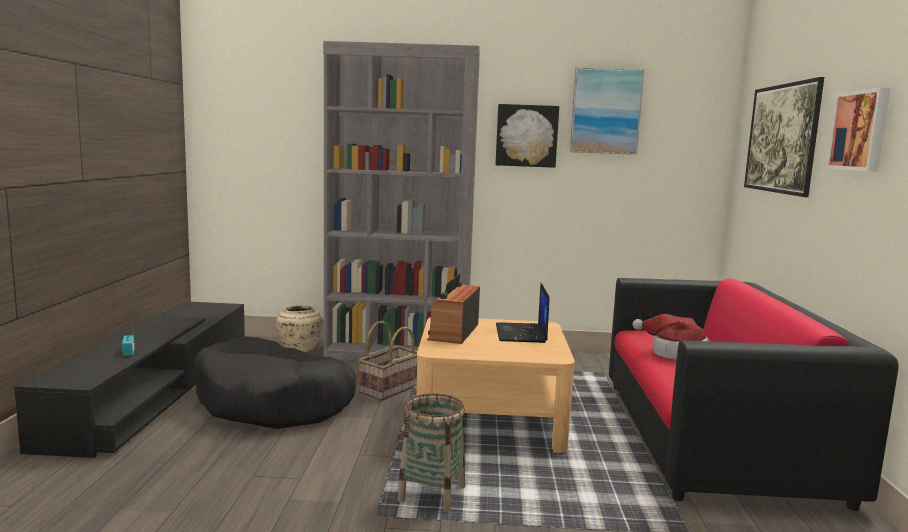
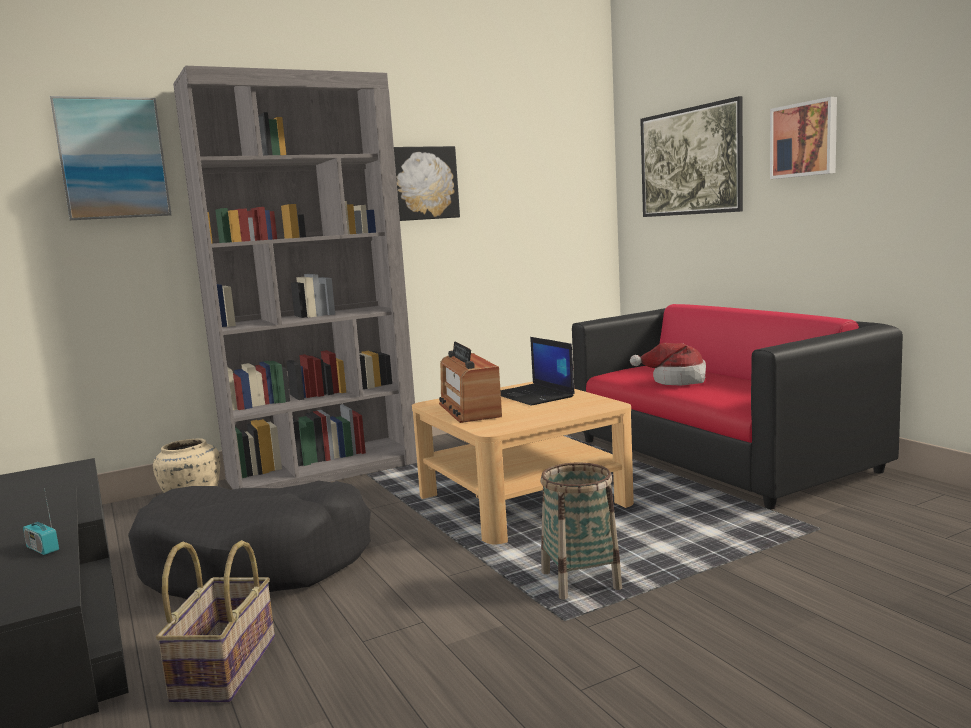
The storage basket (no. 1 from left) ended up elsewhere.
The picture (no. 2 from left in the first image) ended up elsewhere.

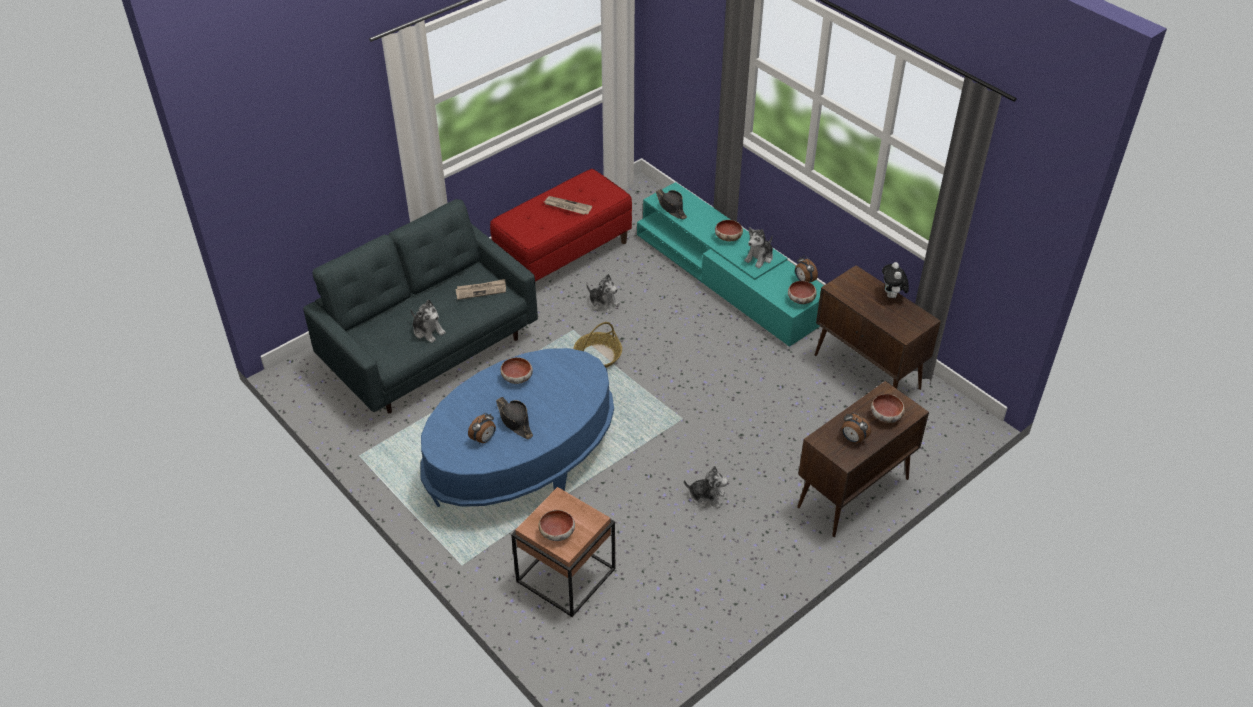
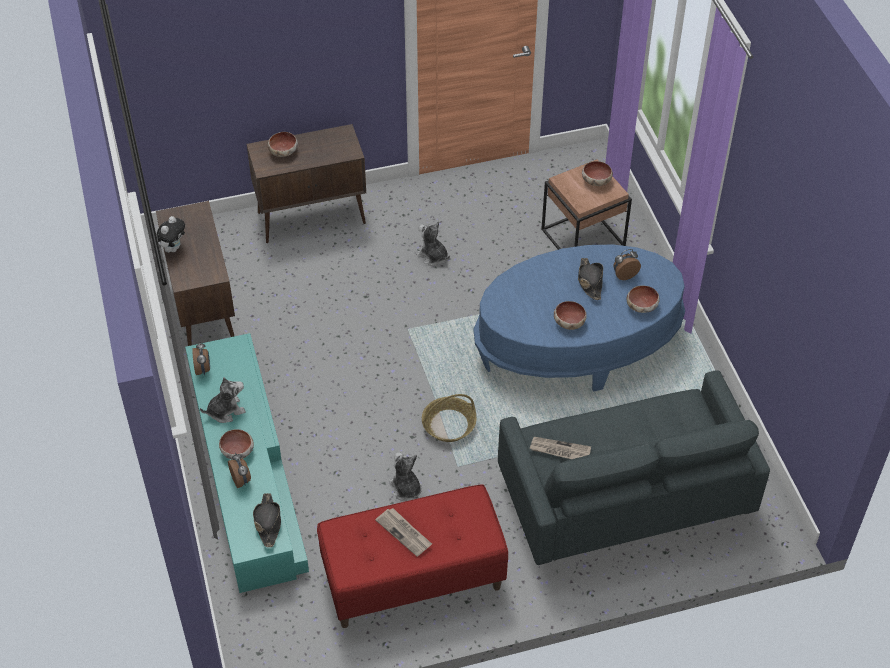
The second view lost the cuddly toy (no. 1 from left).
The serving bowl (no. 4 from left in the first image) ended up elsewhere.
The table clock (no. 3 from left in the first image) ended up elsewhere.

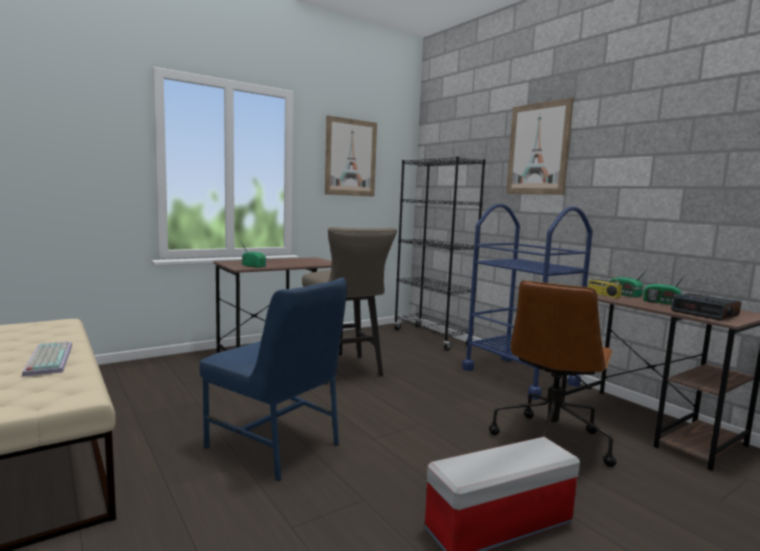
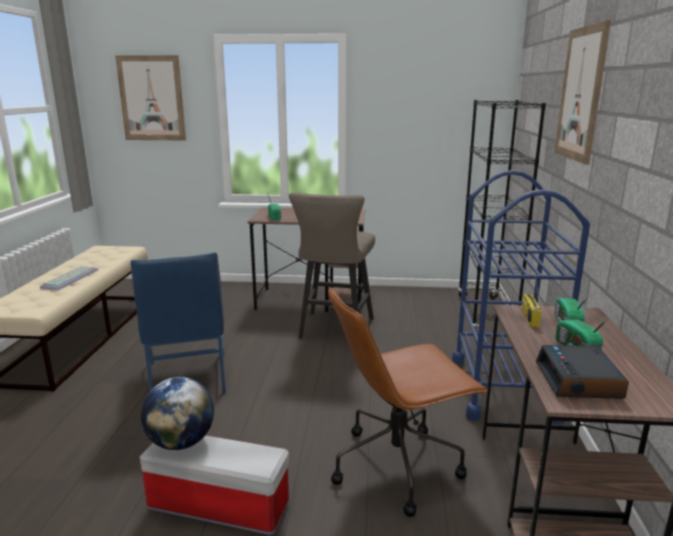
The second view gained the desk globe.
The picture (no. 1 from left) ended up elsewhere.

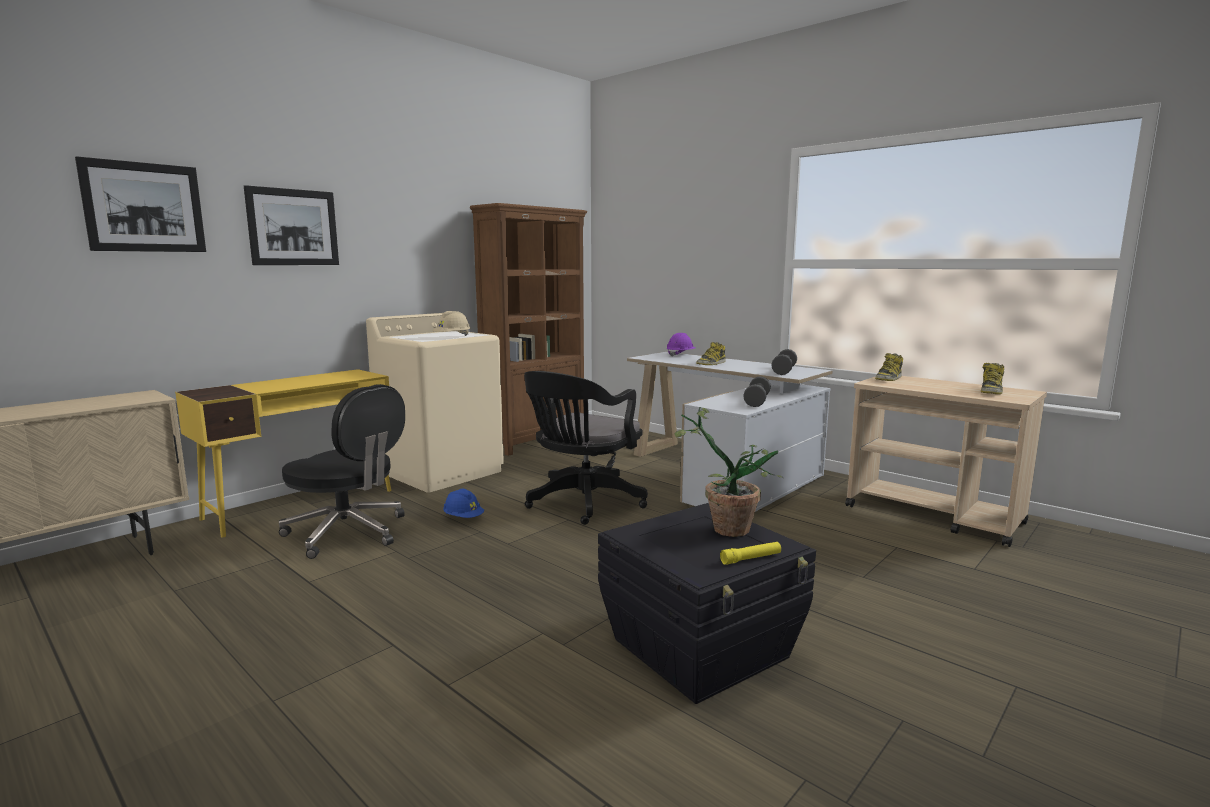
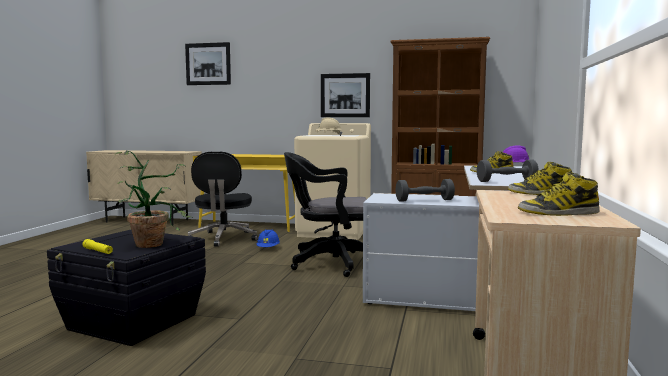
The picture (no. 2 from left) ended up elsewhere.

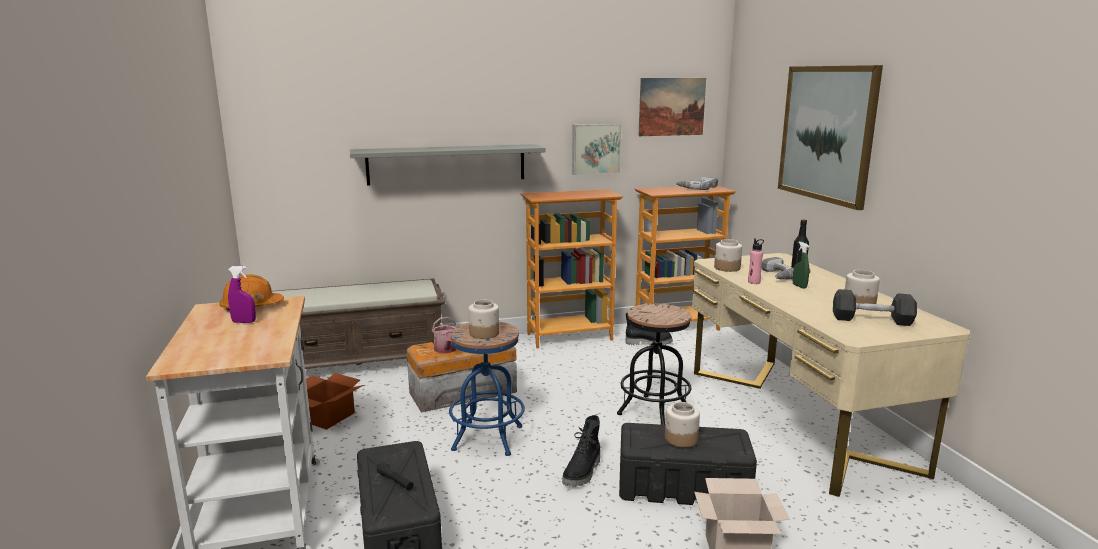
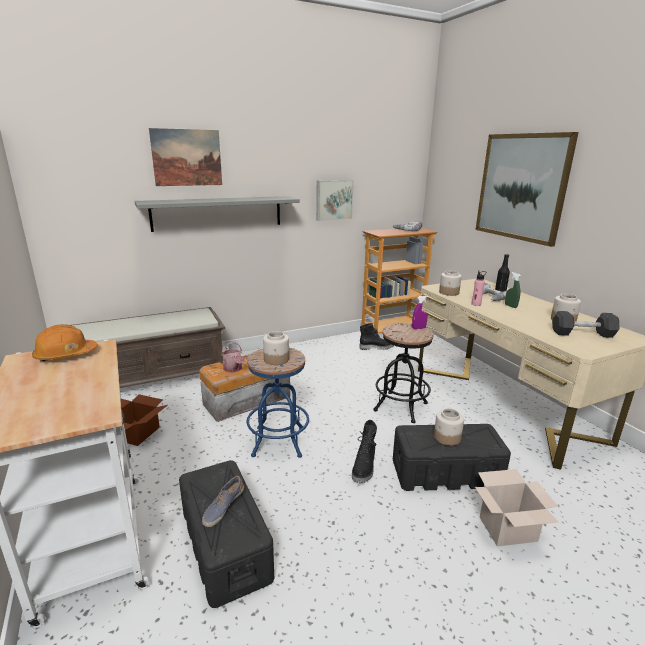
The second view lost the bookcase (no. 1 from left).
The purplish sprayer ended up elsewhere.
The picture (no. 2 from left in the first image) ended up elsewhere.
Where the black torch stood, the item of footwear came to stand.

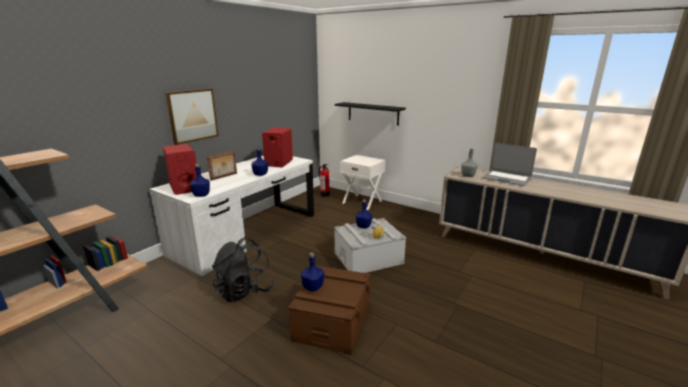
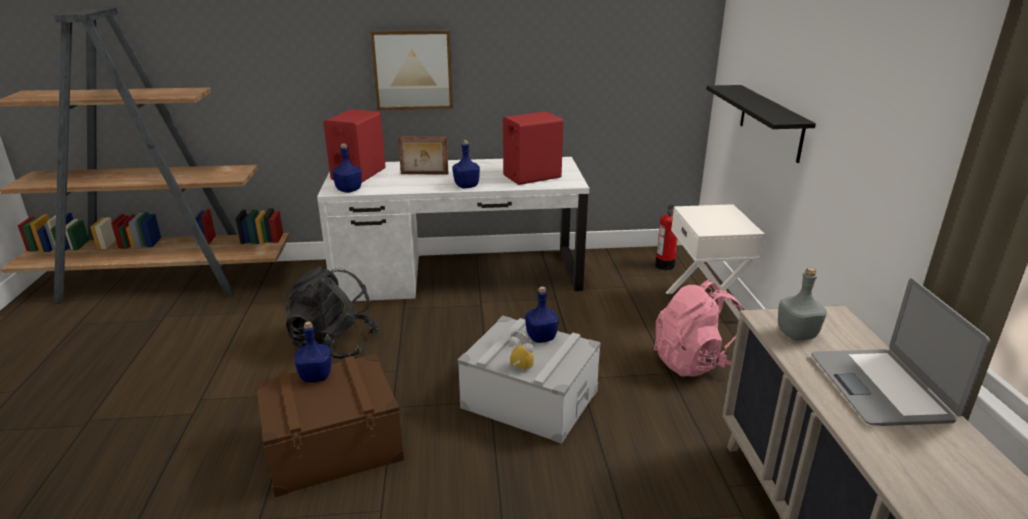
The second view gained the pink backpack.

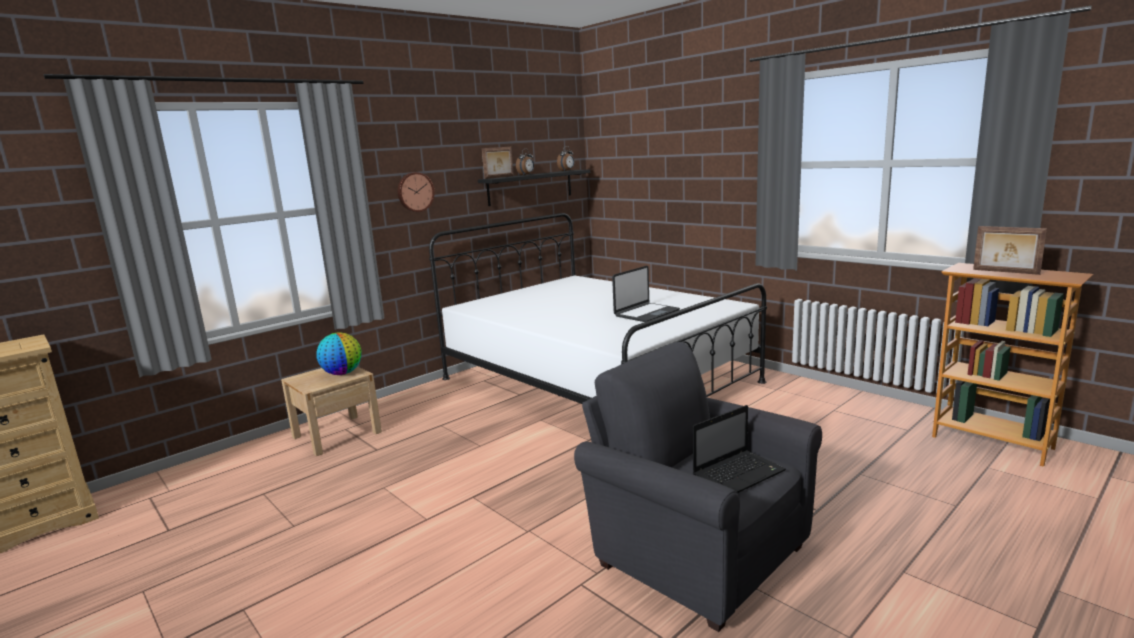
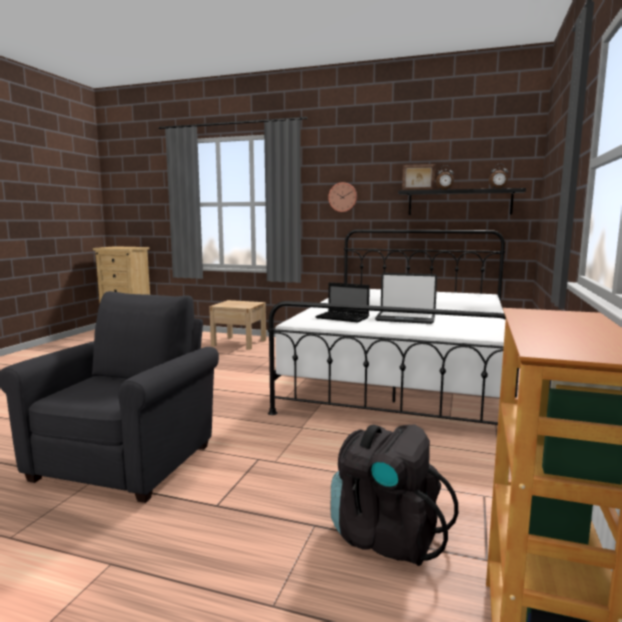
The second view lost the desk globe.
The second view lost the picture frame (no. 2 from left).
The second view gained the black backpack.
The laptop (no. 2 from left in the first image) ended up elsewhere.

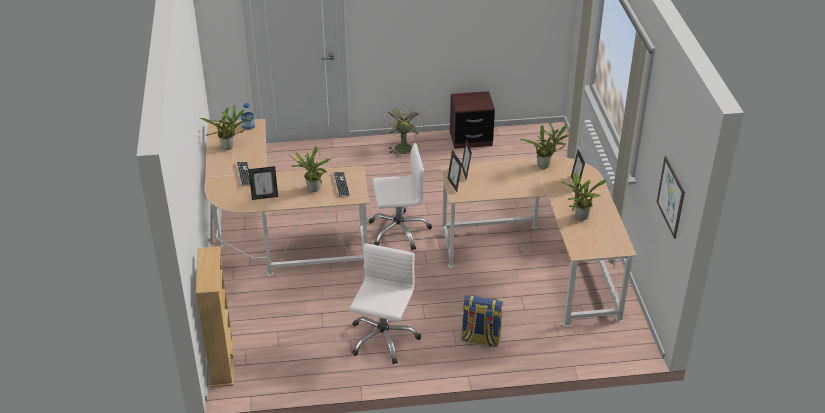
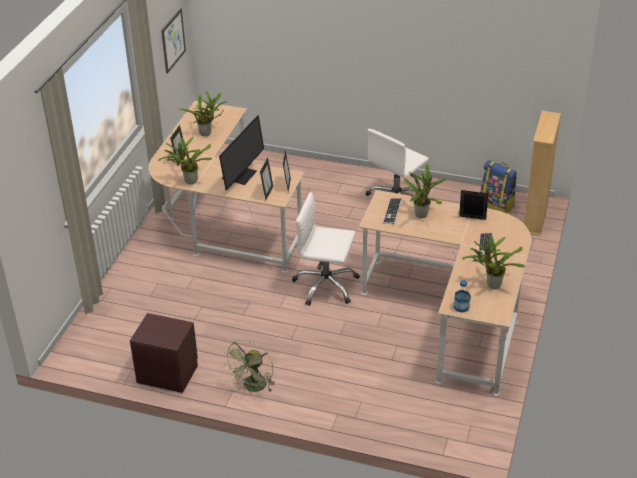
The second view gained the computer display.
The backpack ended up elsewhere.

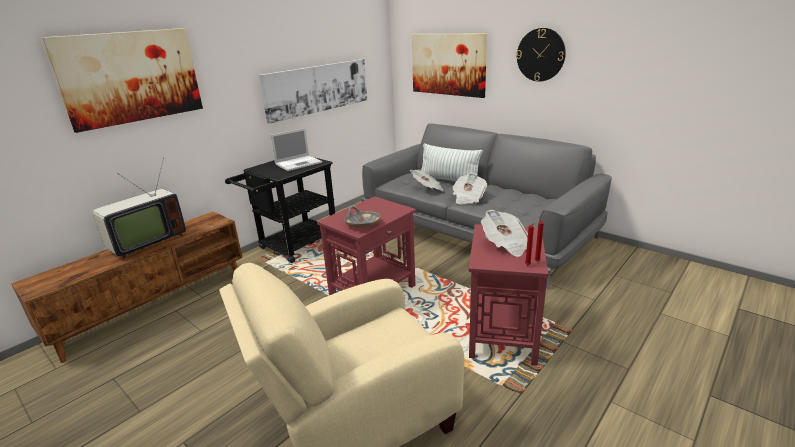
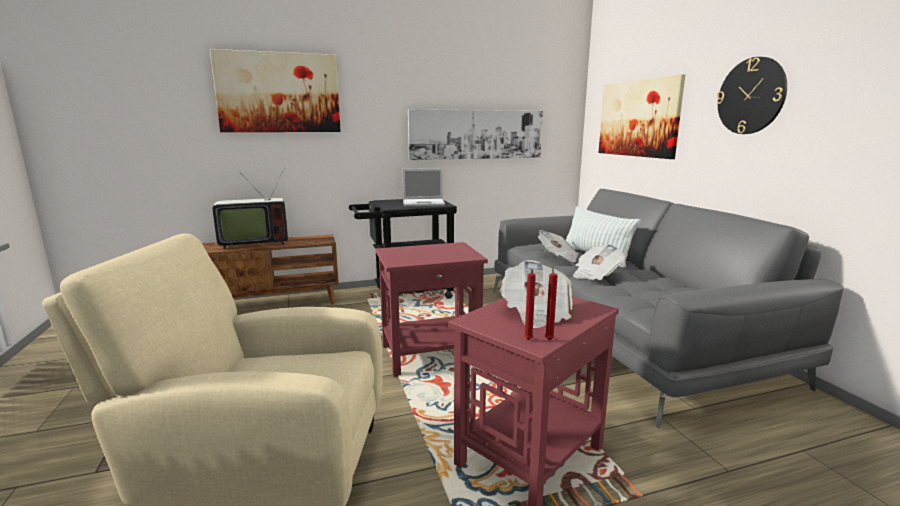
The second view lost the grey serving bowl.

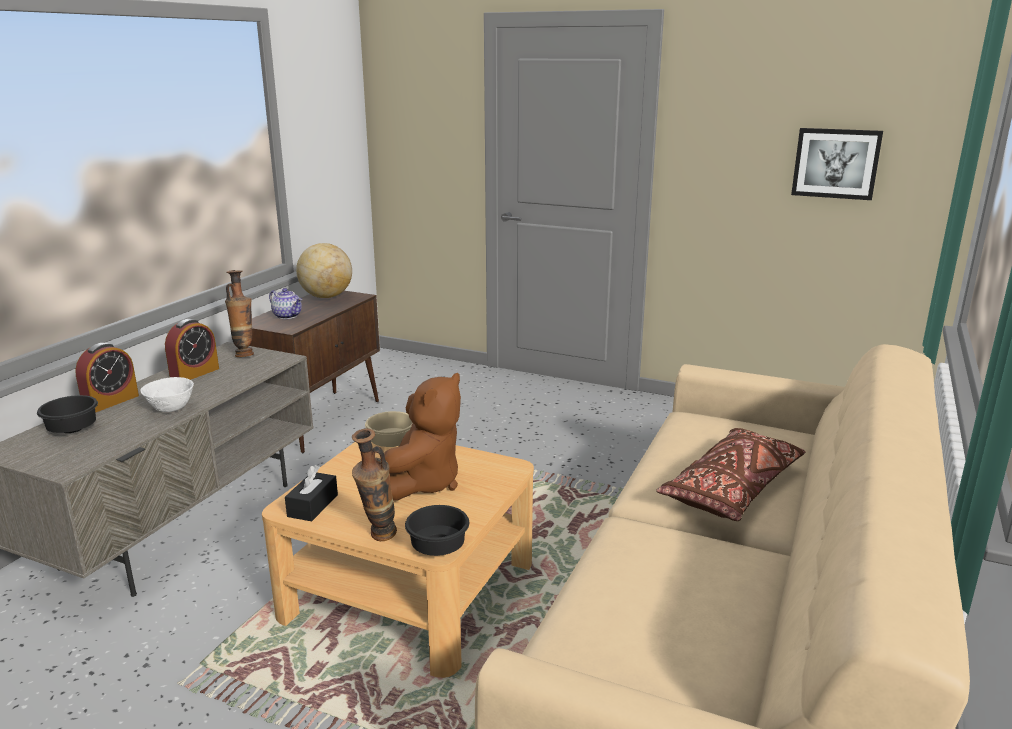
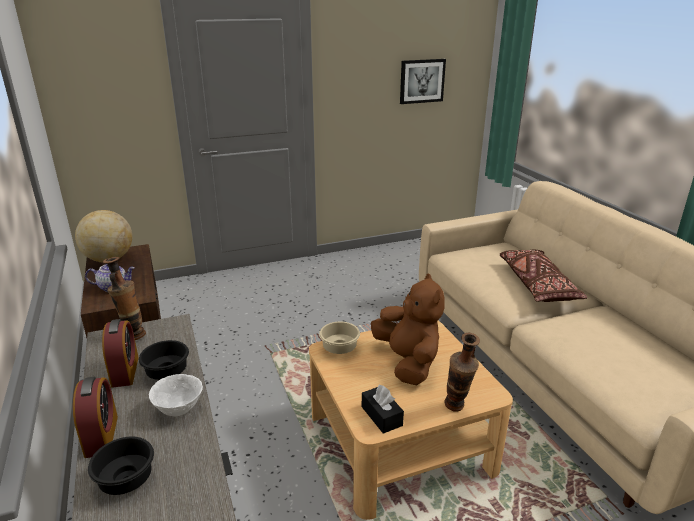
The black serving bowl (no. 2 from left) ended up elsewhere.

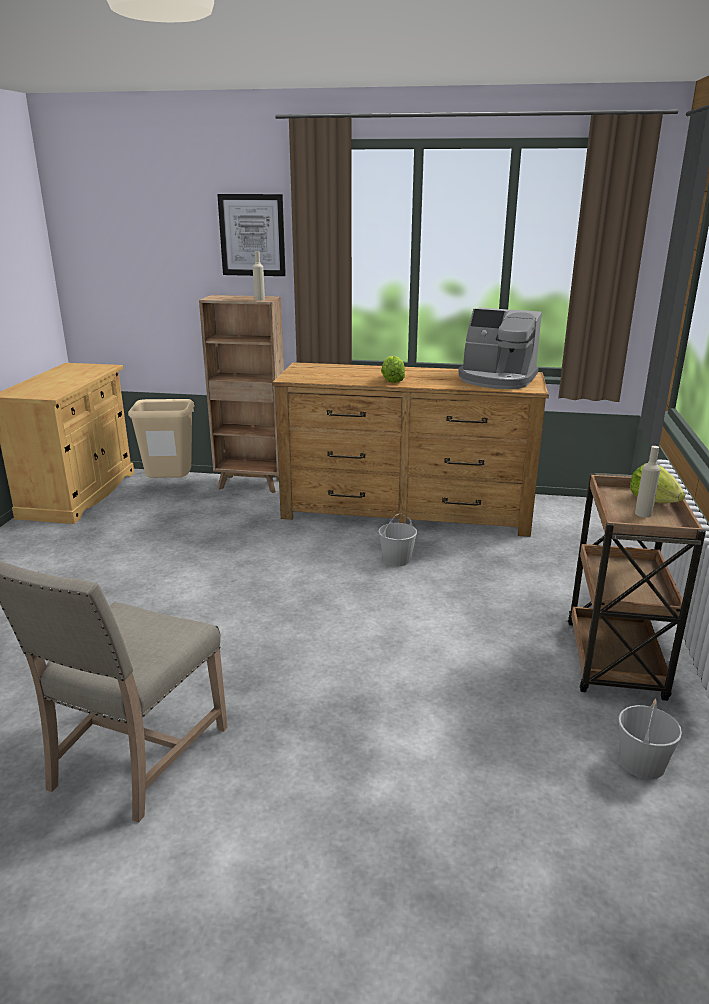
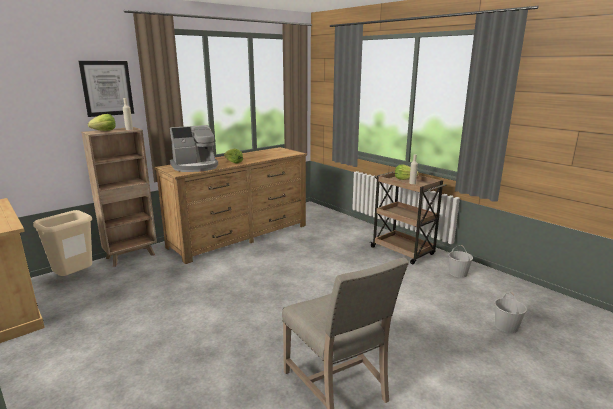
The second view gained the lettuce head (no. 1 from left).
The white-coloured bucket (no. 1 from left in the first image) ended up elsewhere.
The coffee brewer ended up elsewhere.

